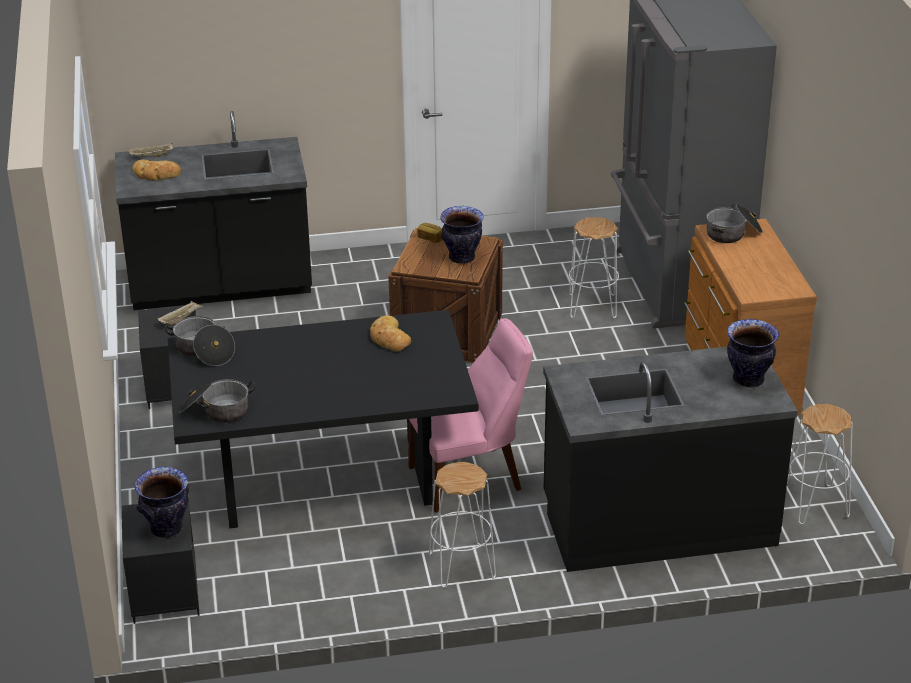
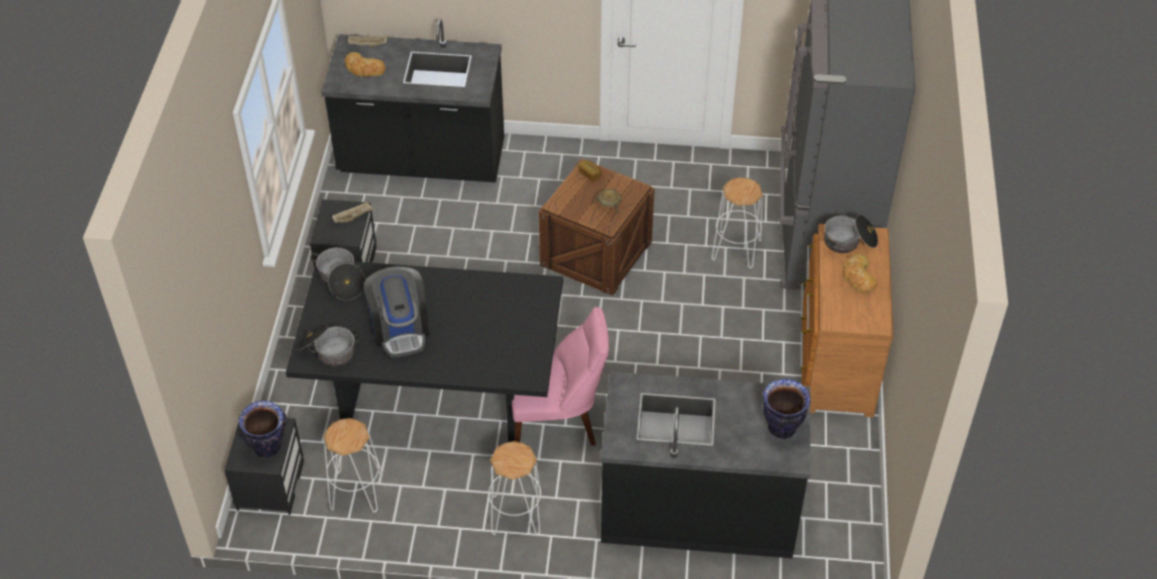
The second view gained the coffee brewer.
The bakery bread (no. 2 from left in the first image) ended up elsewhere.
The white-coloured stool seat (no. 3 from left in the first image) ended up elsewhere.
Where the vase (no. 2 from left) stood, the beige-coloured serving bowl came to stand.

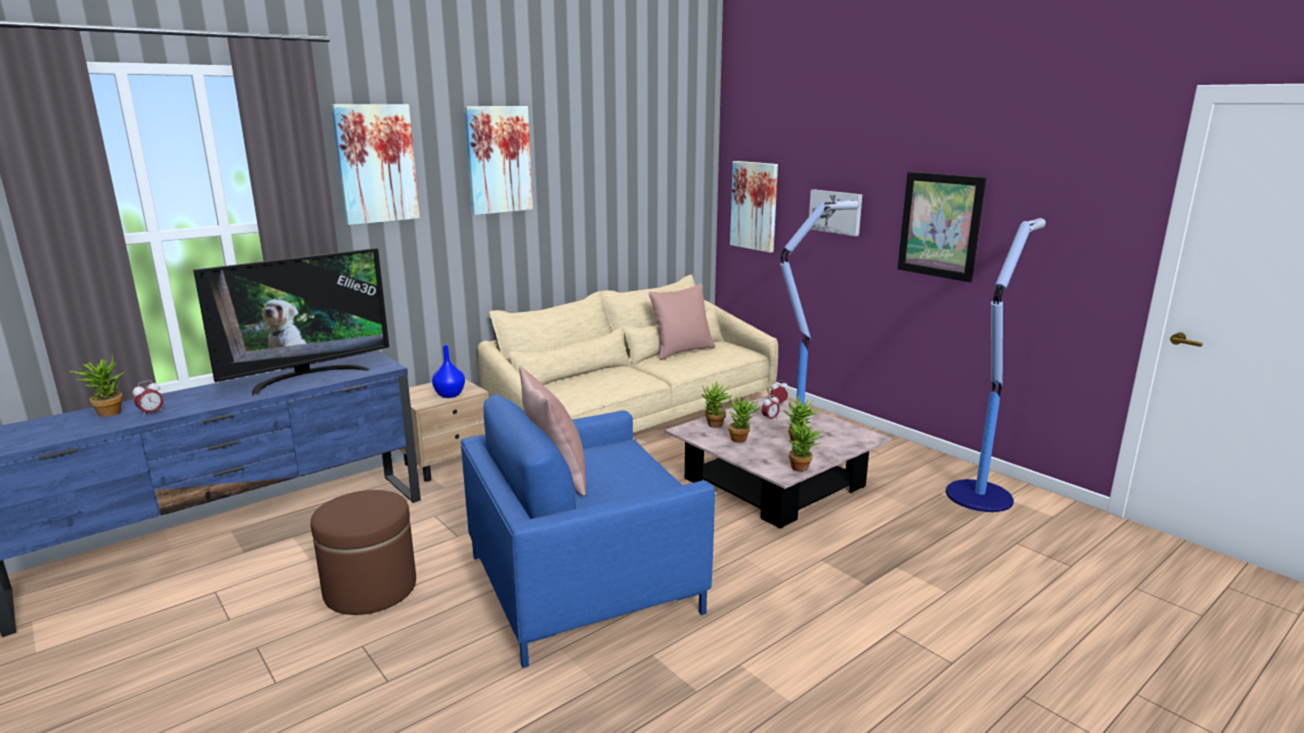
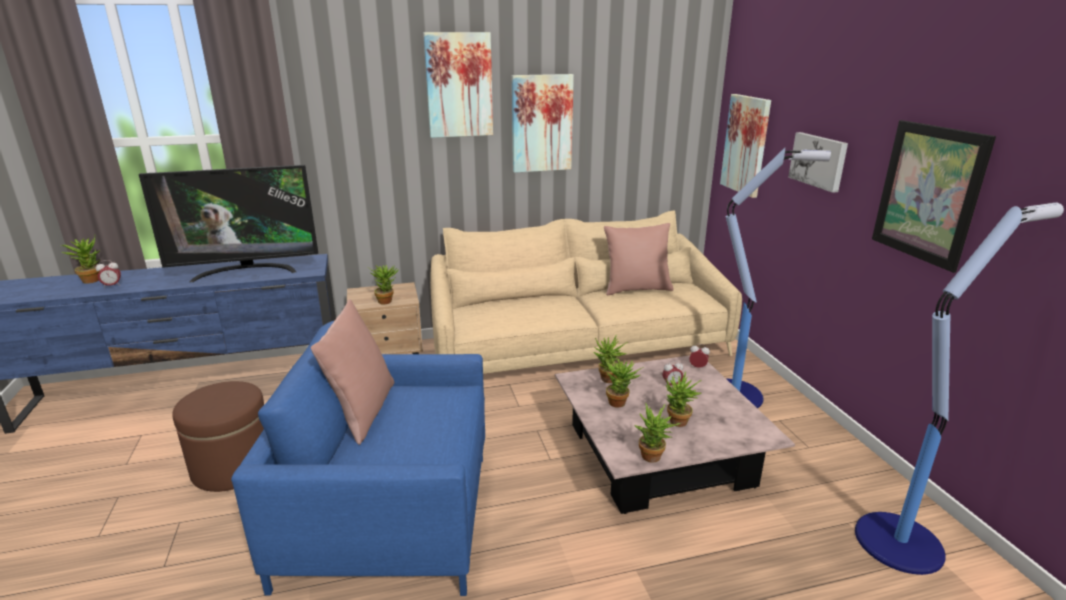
The picture (no. 1 from left in the first image) ended up elsewhere.
Where the blue vase stood, the plant in a pot (no. 2 from left) came to stand.

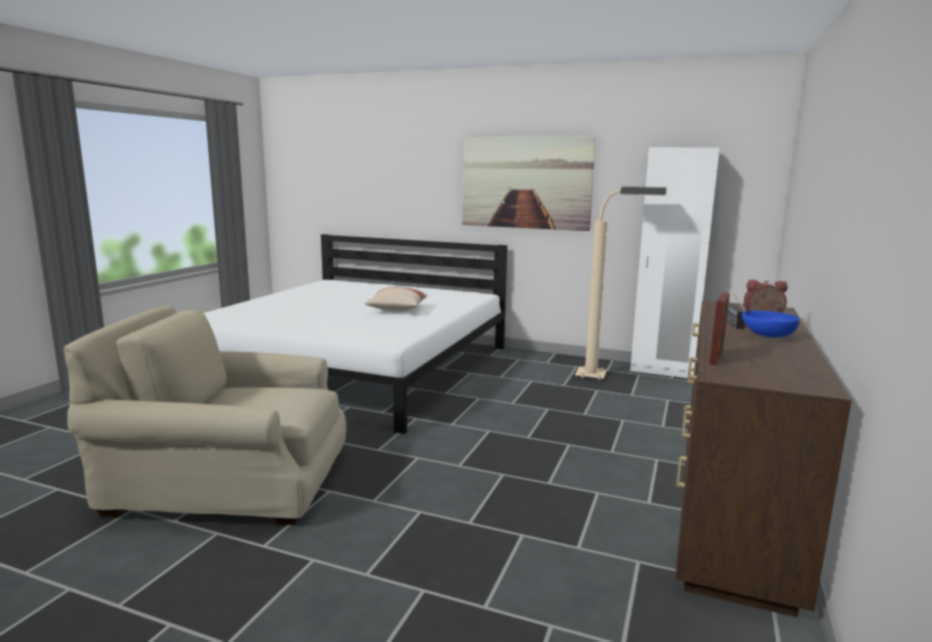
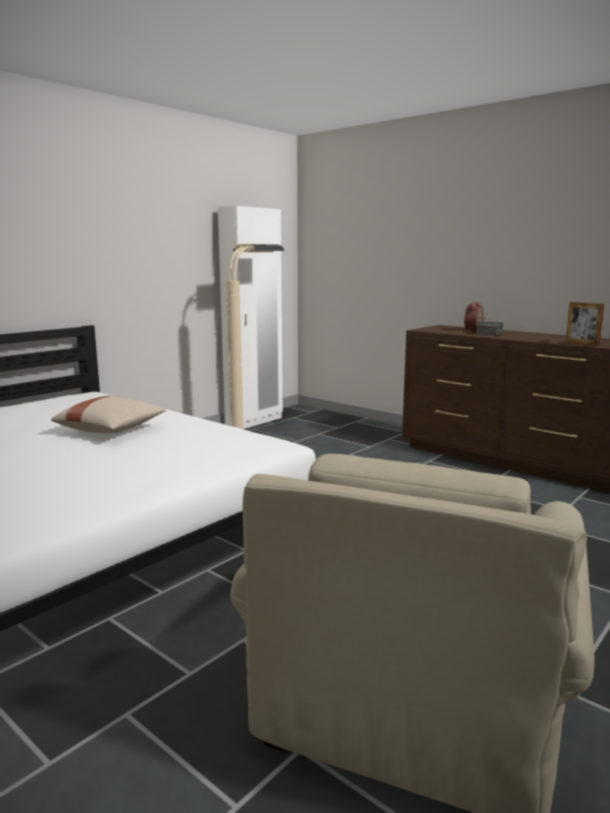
The second view lost the picture.
The second view lost the blue serving bowl.

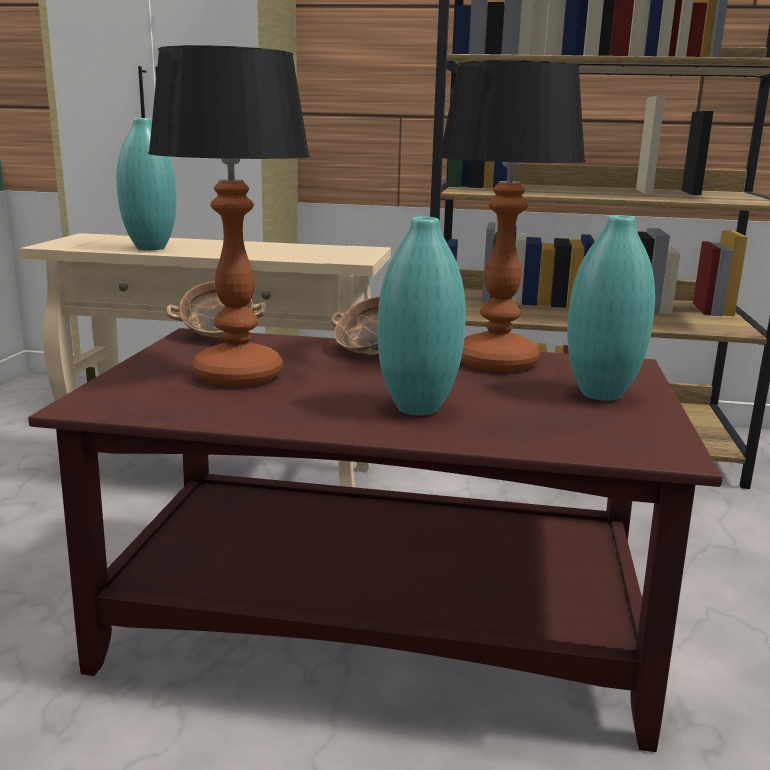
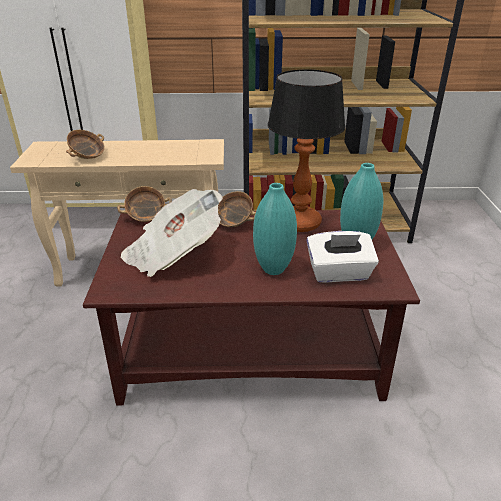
The second view gained the white-coloured tissue box.
Where the blue-green vase (no. 1 from left) stood, the serving bowl (no. 1 from left) came to stand.
Where the lamp for a table (no. 1 from left) stood, the newspaper came to stand.

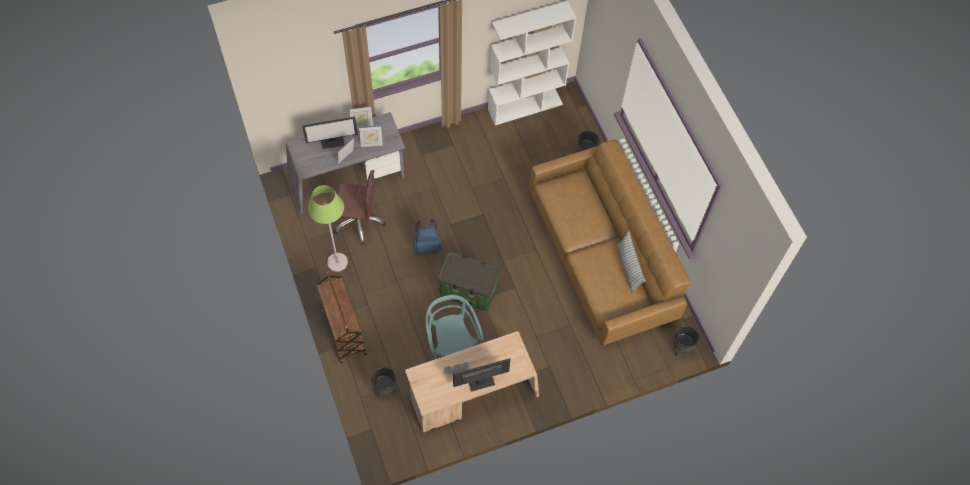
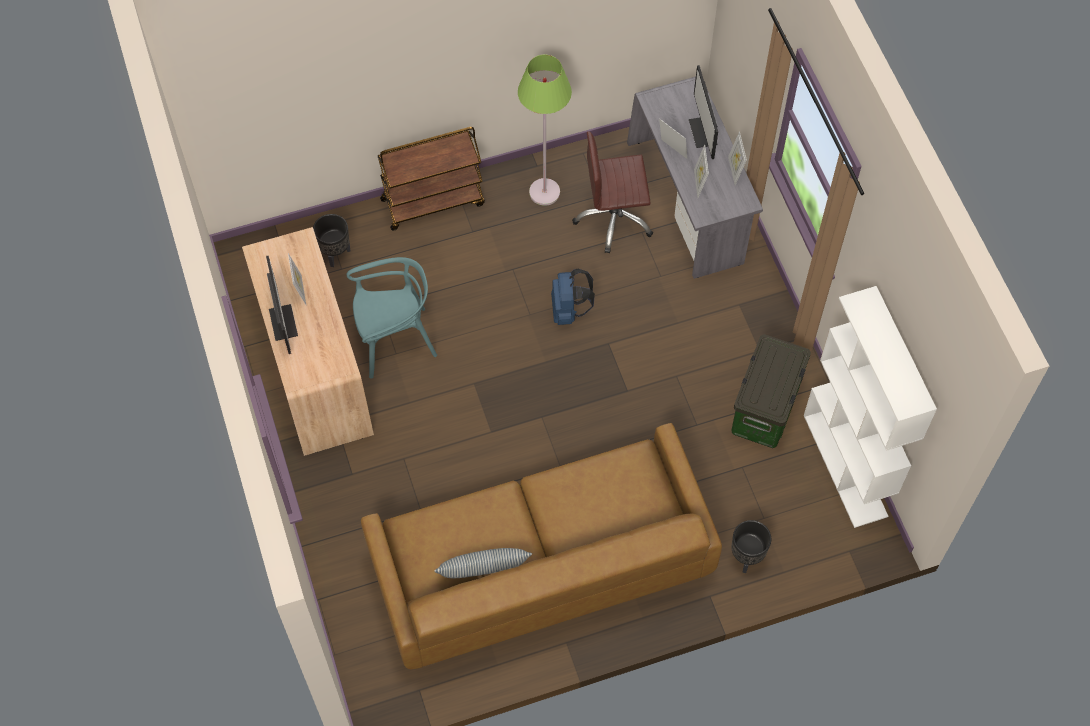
The second view lost the black flower pot (no. 3 from left).
The storage container ended up elsewhere.
The brown computer chair ended up facing another way, 75 degrees clockwise from before.

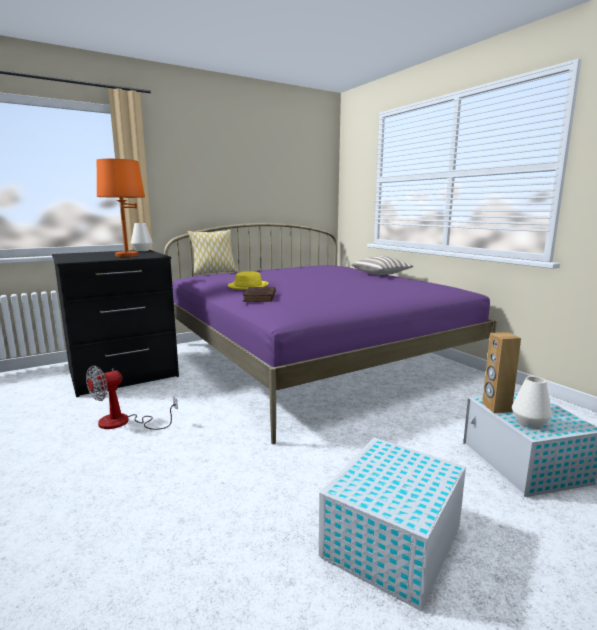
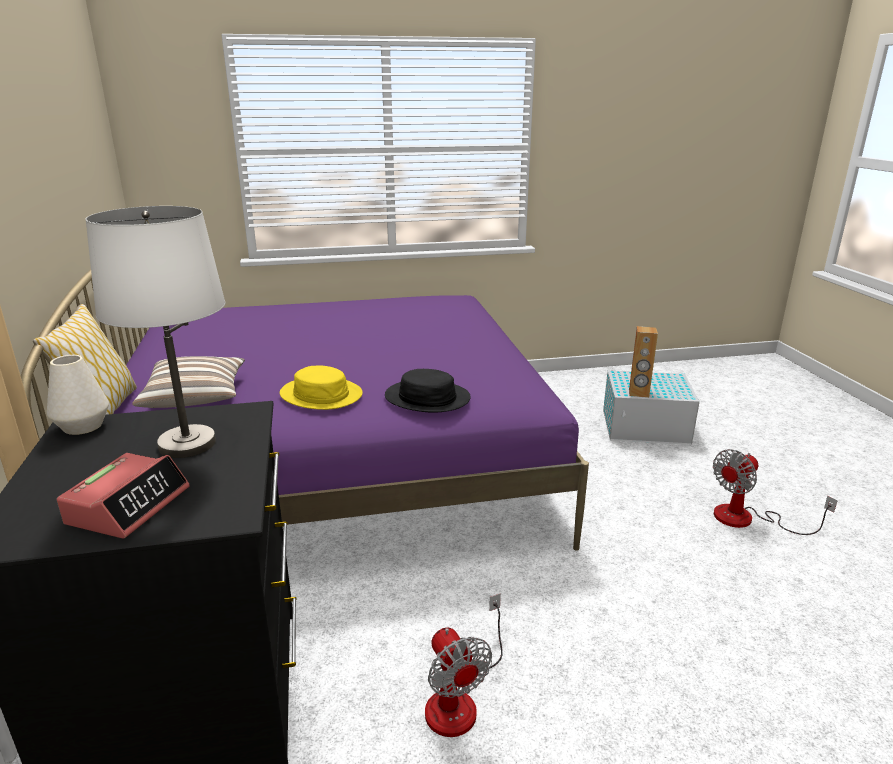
The second view lost the white-coloured vase (no. 2 from left).
The second view gained the table clock.
The pillow (no. 2 from left) ended up elsewhere.
Where the brown book stood, the black wearable hat came to stand.
Where the white-coloured storage container (no. 1 from left) stood, the electric fan (no. 2 from left) came to stand.
What was the orangey lamp for a table turned into the white-coloured lamp for a table.

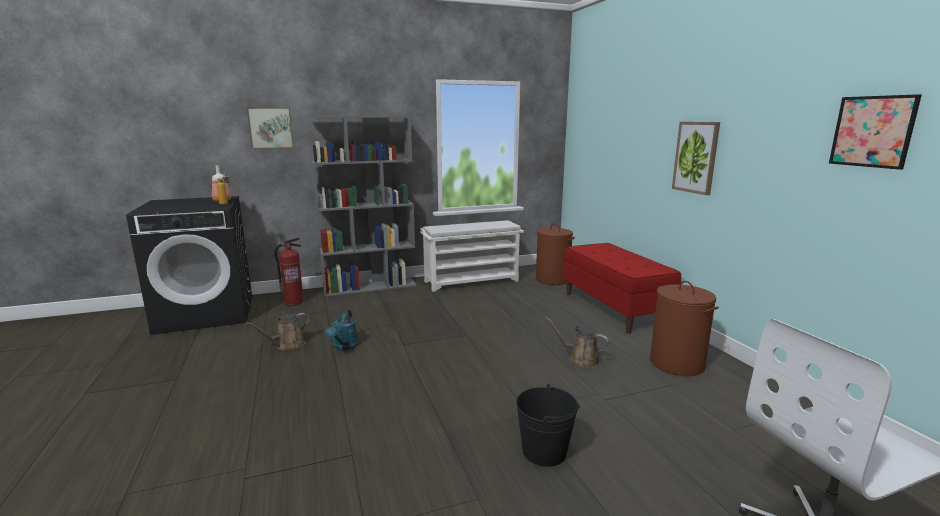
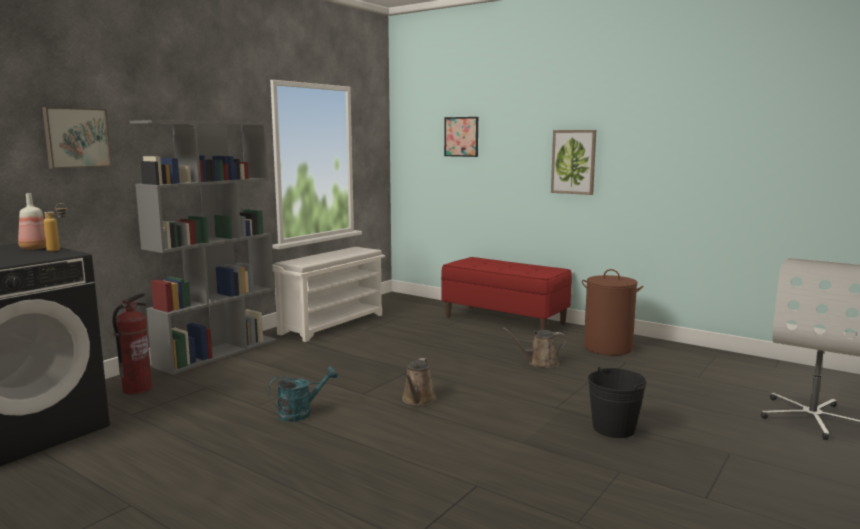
The second view lost the brown washing basket (no. 1 from left).
The brown watering pot (no. 1 from left) ended up elsewhere.
The picture (no. 3 from left in the first image) ended up elsewhere.
The blue-green watering pot ended up facing another way, 90 degrees counterclockwise from before.

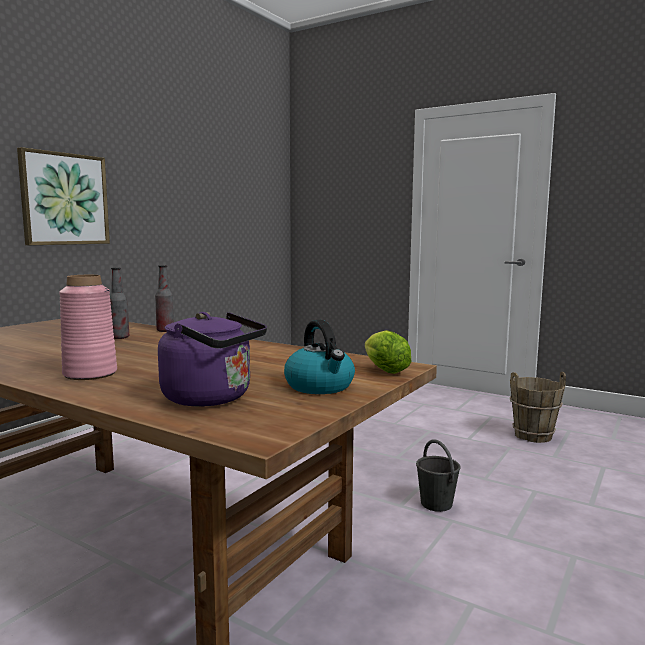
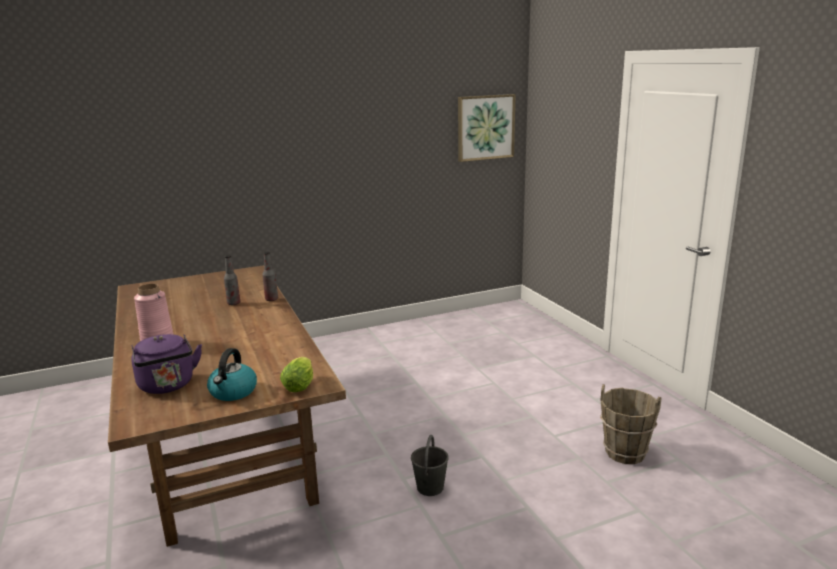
The picture ended up elsewhere.

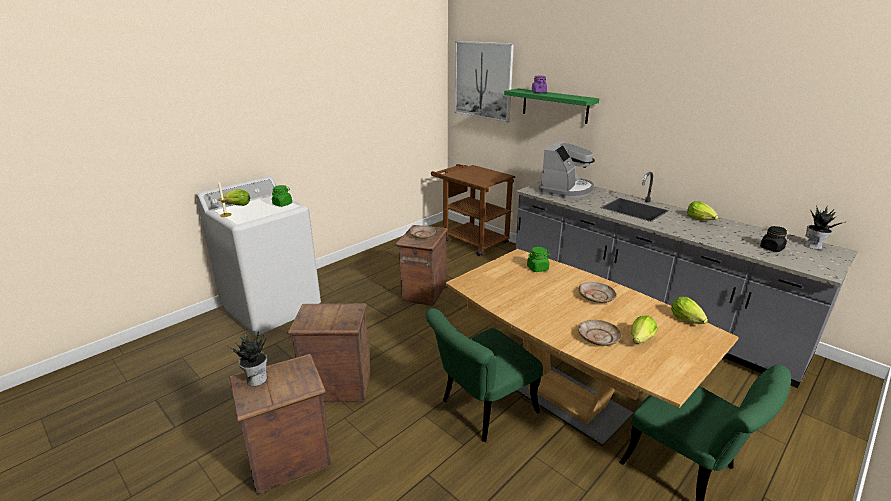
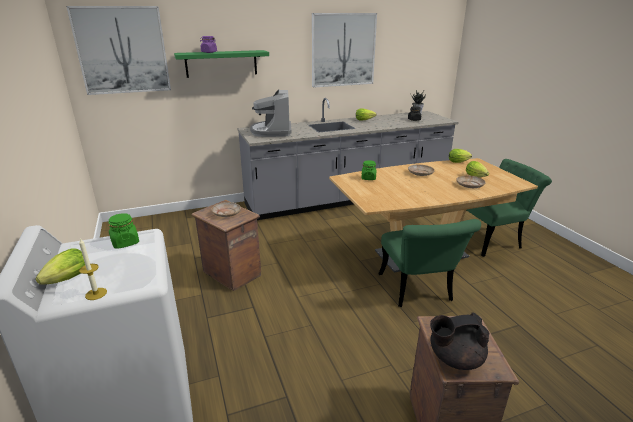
The second view lost the shipping crate (no. 2 from left).
The second view lost the brown cart.
The second view gained the picture (no. 2 from left).
Where the plant in a pot (no. 1 from left) stood, the black teapot came to stand.
The coffee brewer ended up facing another way, 150 degrees counterclockwise from before.

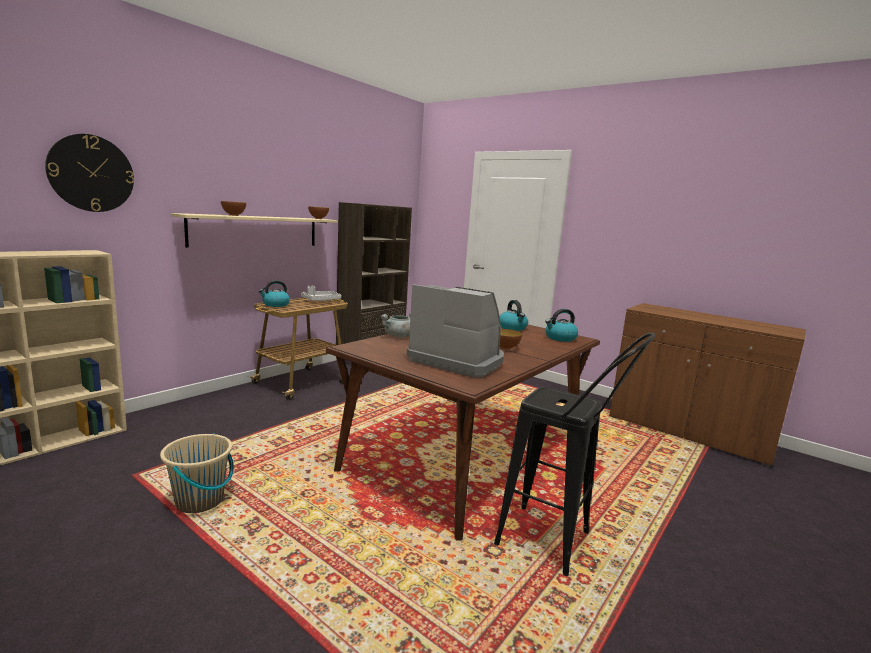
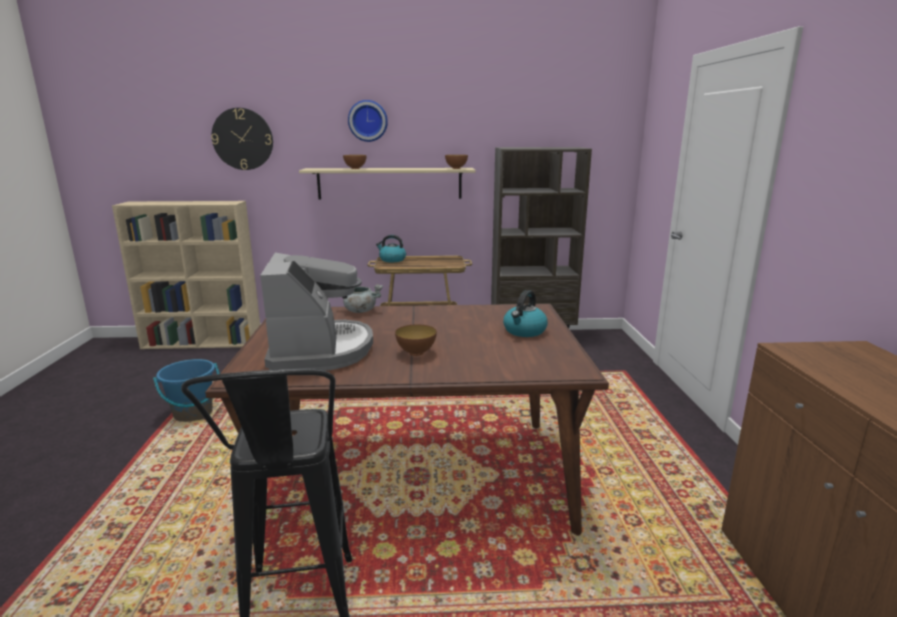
The second view lost the grey serving tray.
The second view lost the water kettle (no. 3 from left).
The second view gained the hanging clock (no. 2 from left).
What was the beige-coloured bucket turned into the blue bucket.

